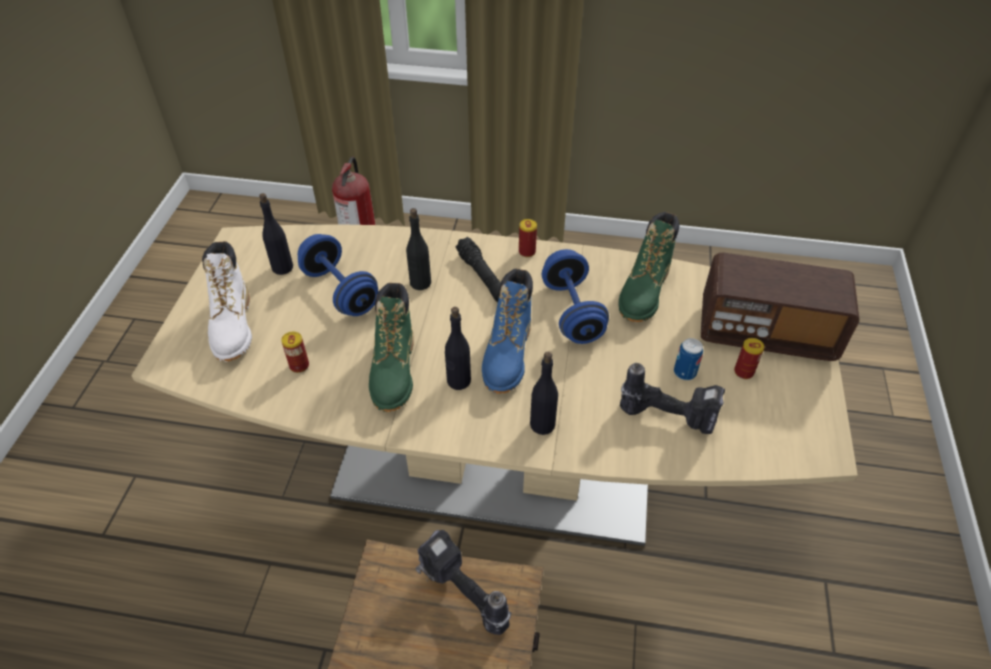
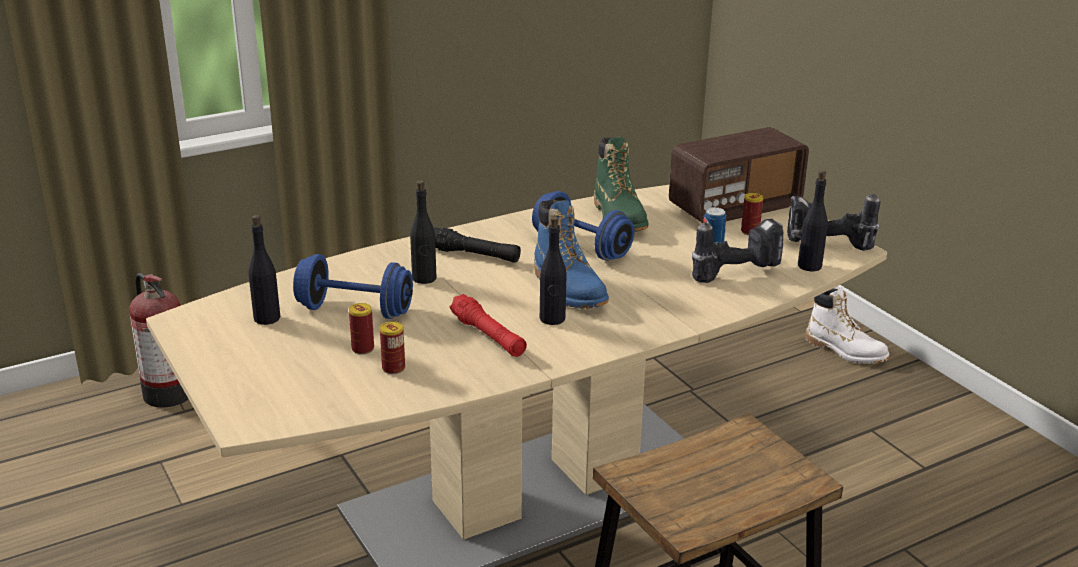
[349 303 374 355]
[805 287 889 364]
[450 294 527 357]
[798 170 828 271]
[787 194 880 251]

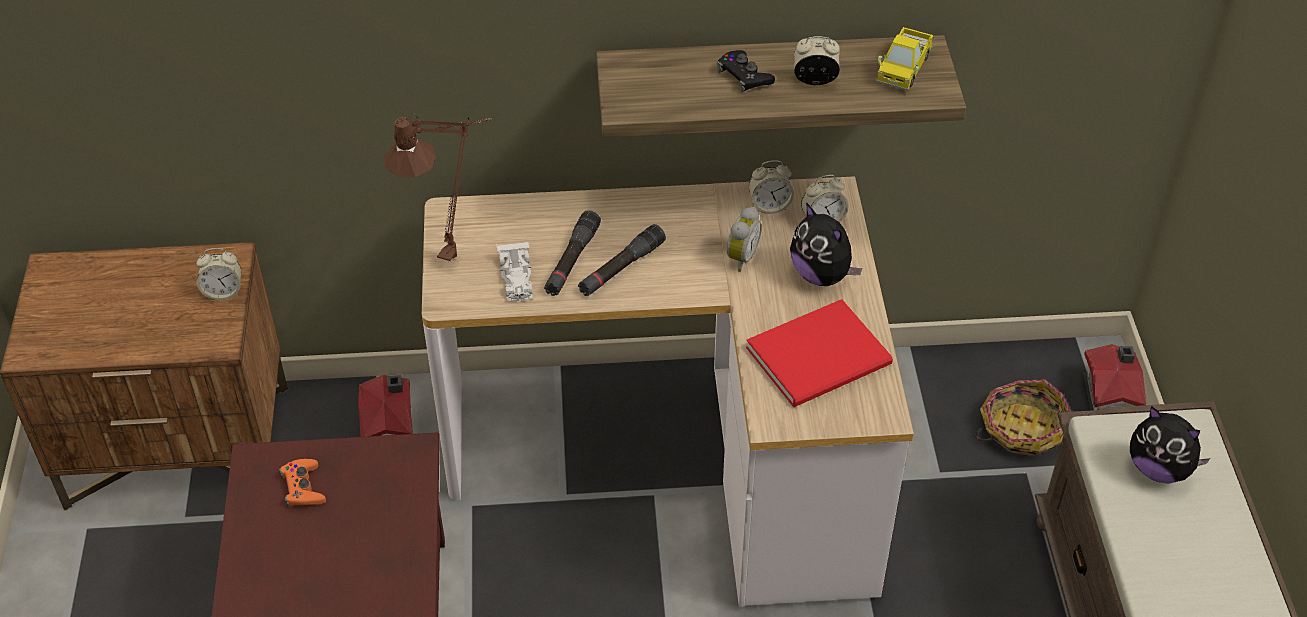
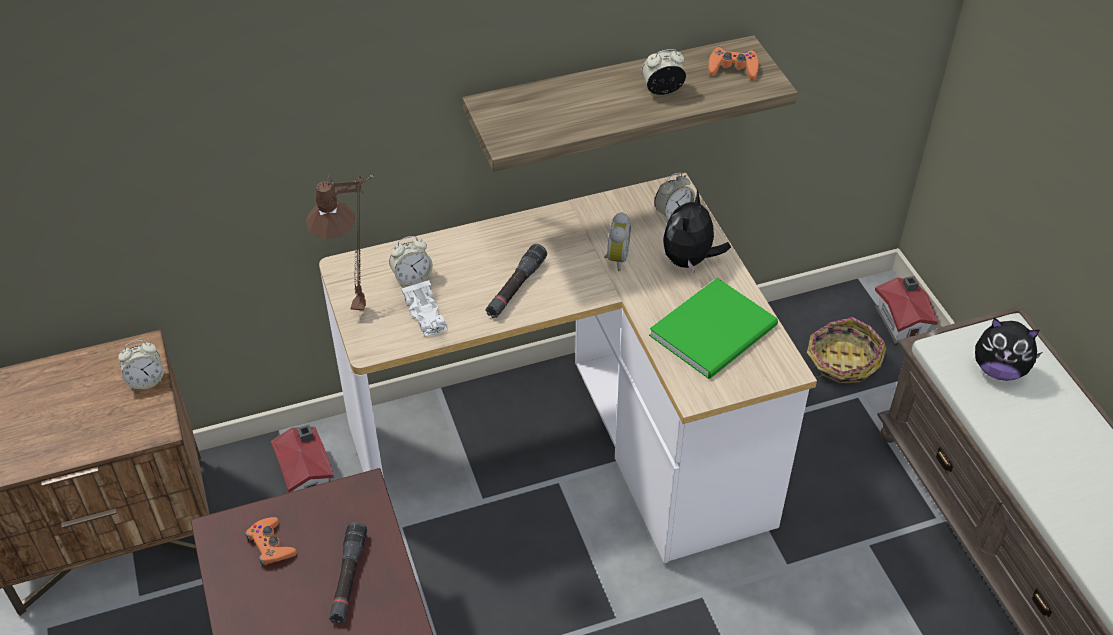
[708 47 759 81]
[717 50 775 93] (first image)
[389 236 433 287]
[663 189 731 272]
[329 522 367 624]
[649 278 778 379]

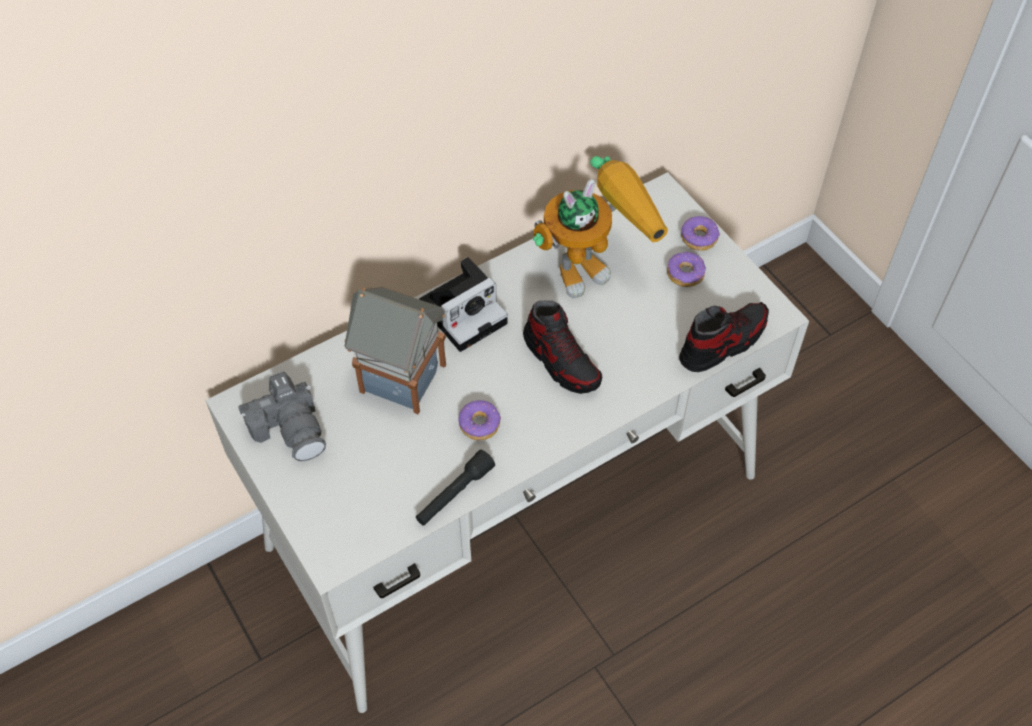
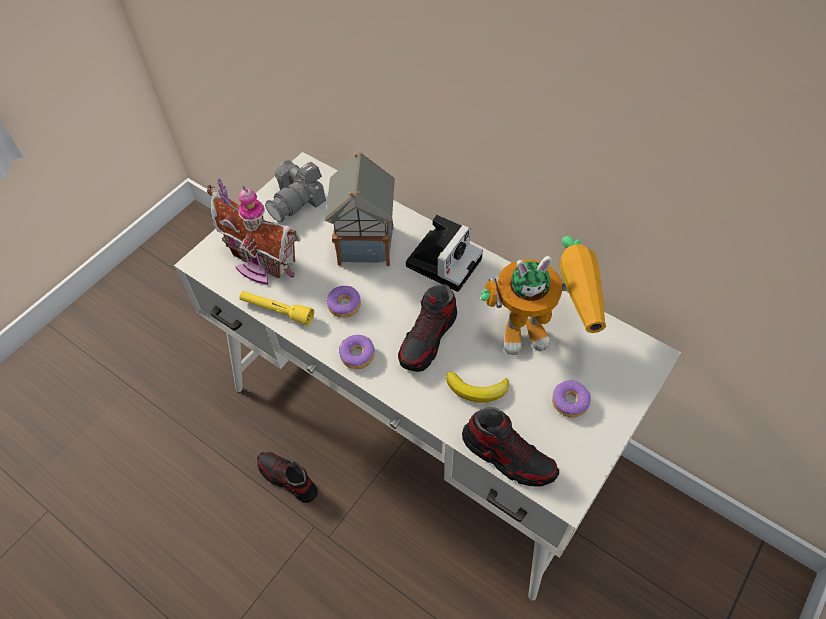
[481 236 606 355]
[339 335 375 369]
[406 215 483 292]
[239 291 314 326]
[207 178 301 285]
[446 371 509 403]
[257 452 318 503]

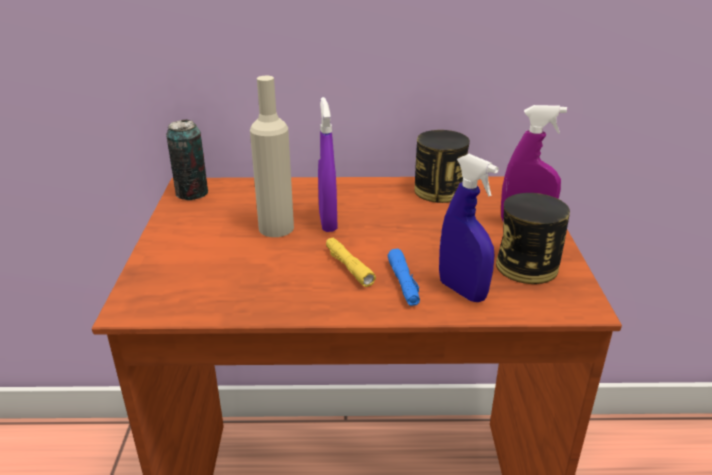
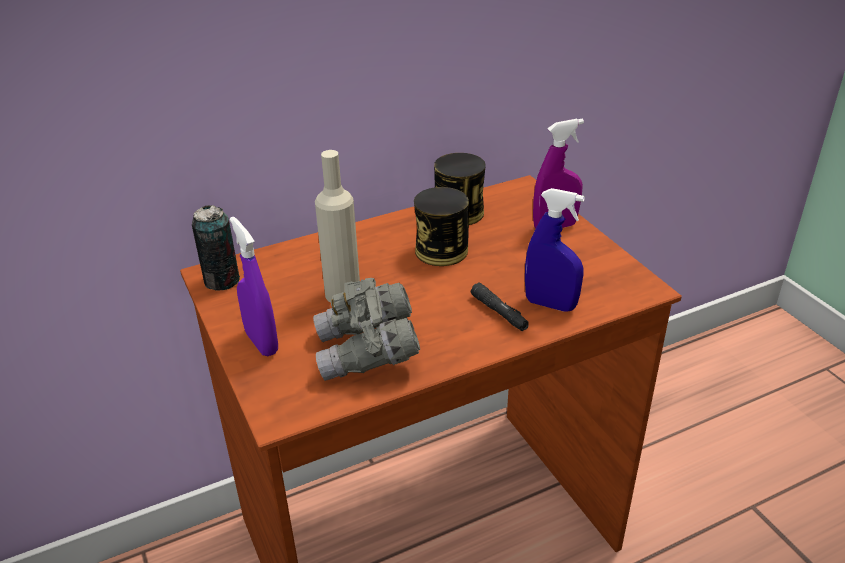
[230 217 278 356]
[414 187 469 266]
[326 238 376 287] (first image)
[471 283 529 331]
[313 278 420 381]

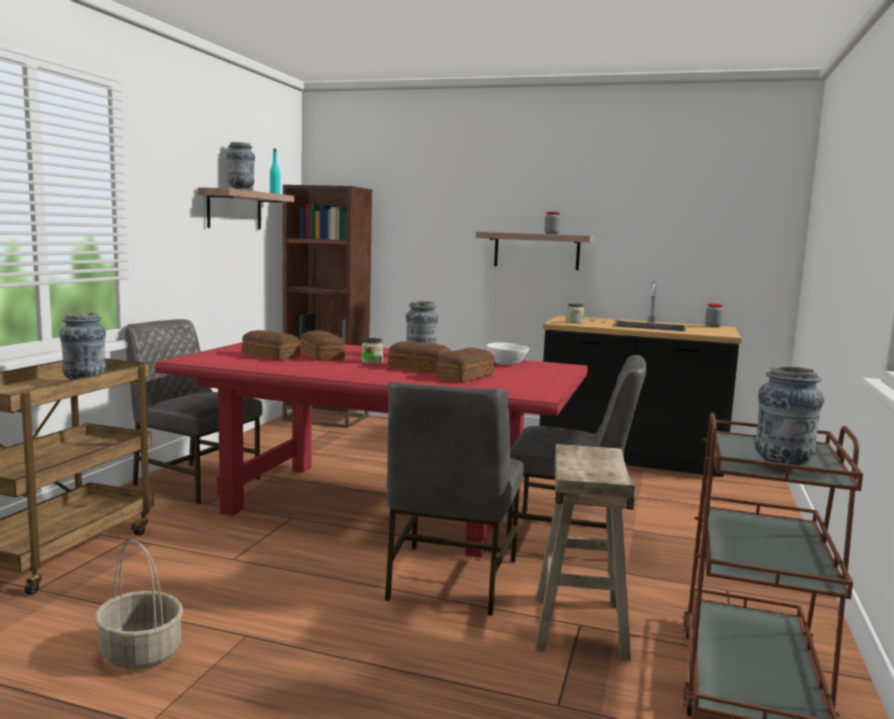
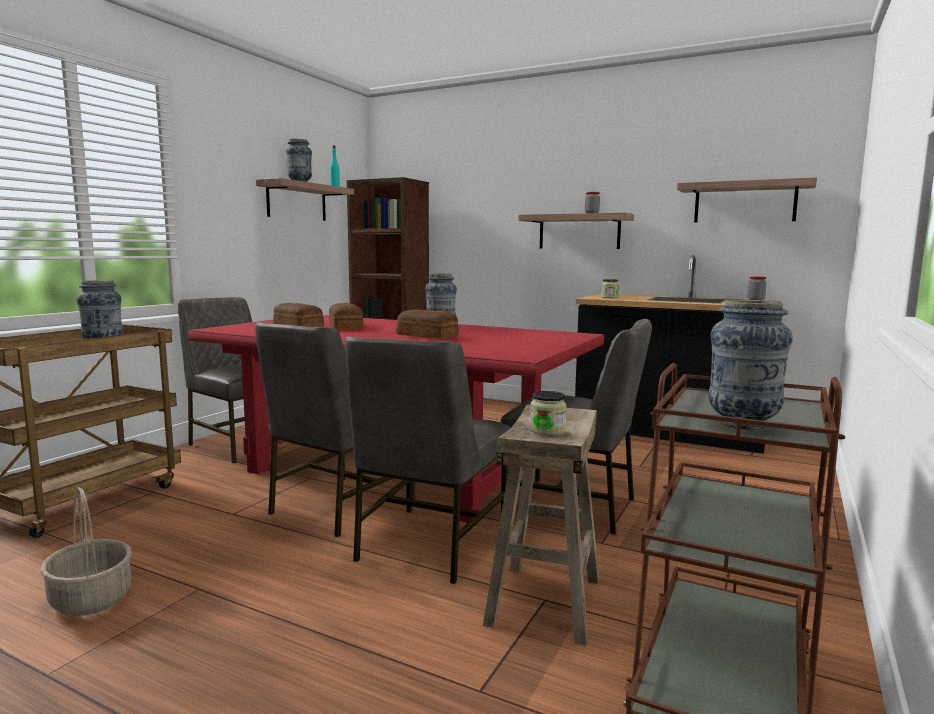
[530 391 567 436]
[487 342 529 365] (first image)
[435 348 495 382] (first image)
[677 177 817 222]
[255 322 416 537]

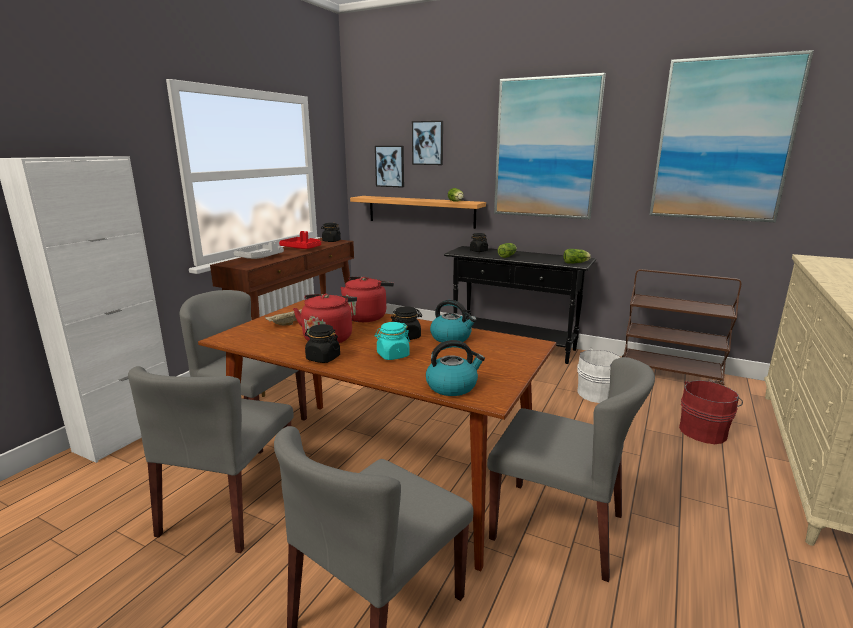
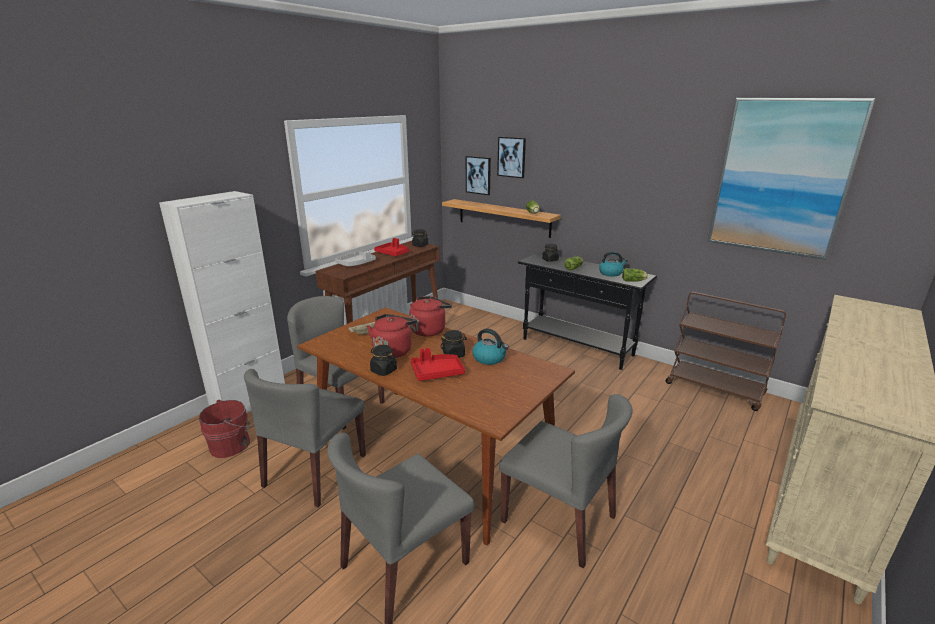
[494 73 606 219] (first image)
[411 348 465 381]
[599 251 628 276]
[577 348 621 403] (first image)
[199 400 251 458]

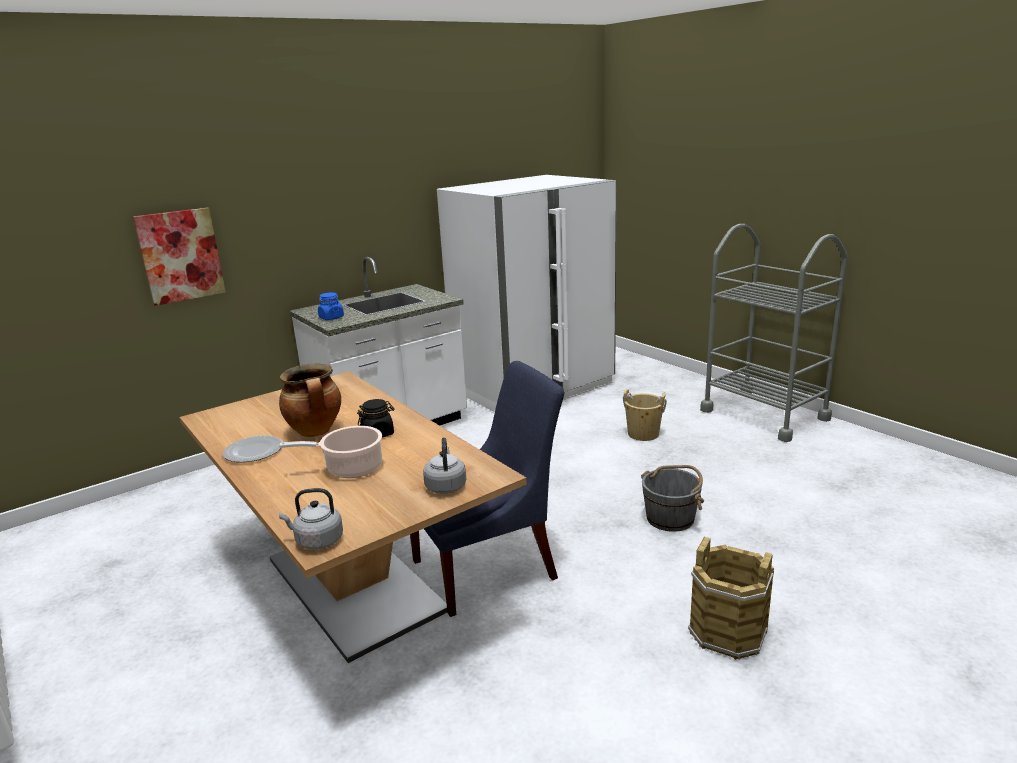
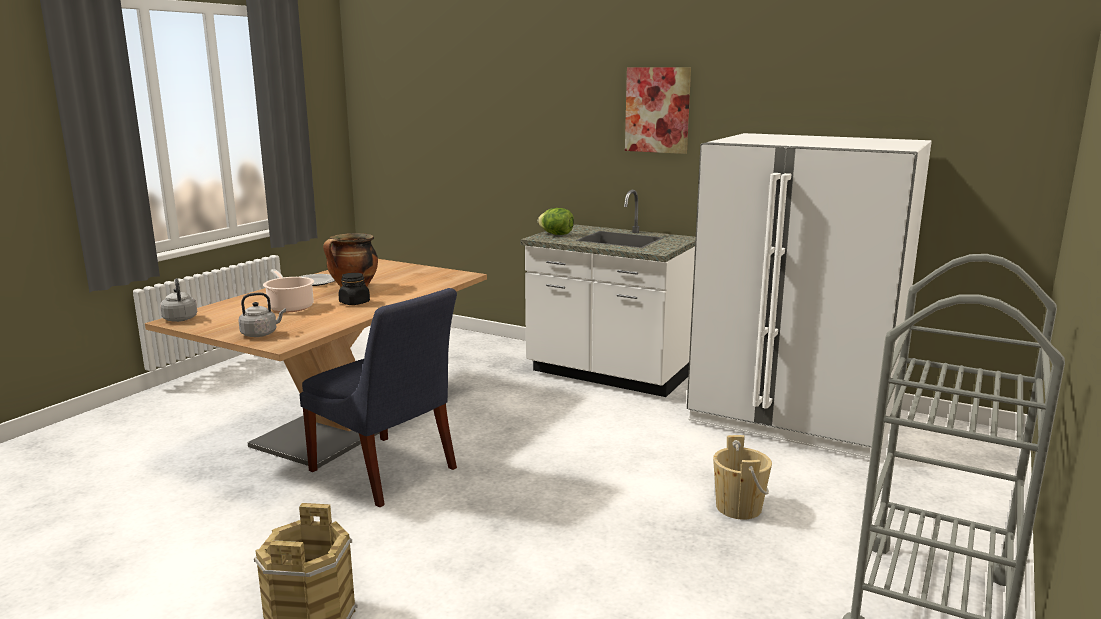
[625 68 691 154]
[538 208 574 235]
[641 465 704 532] (first image)

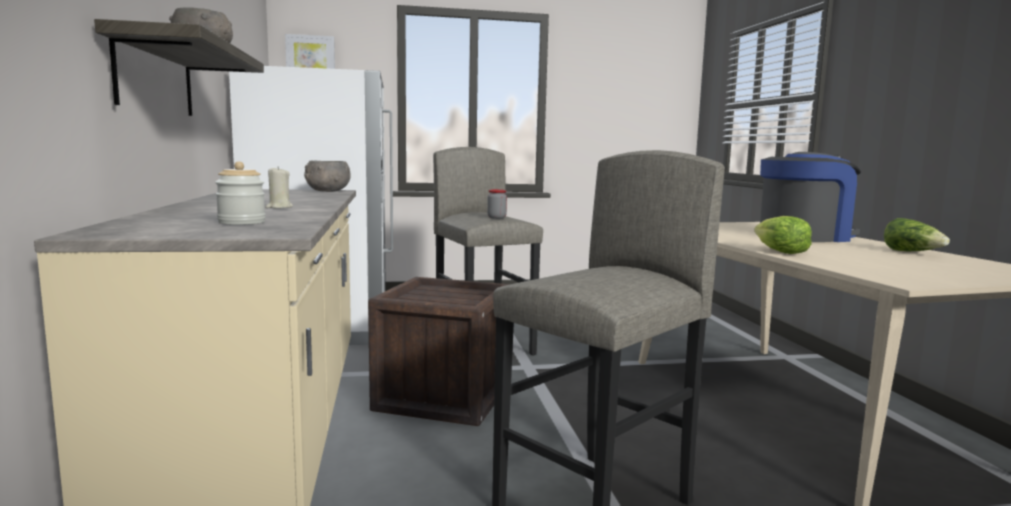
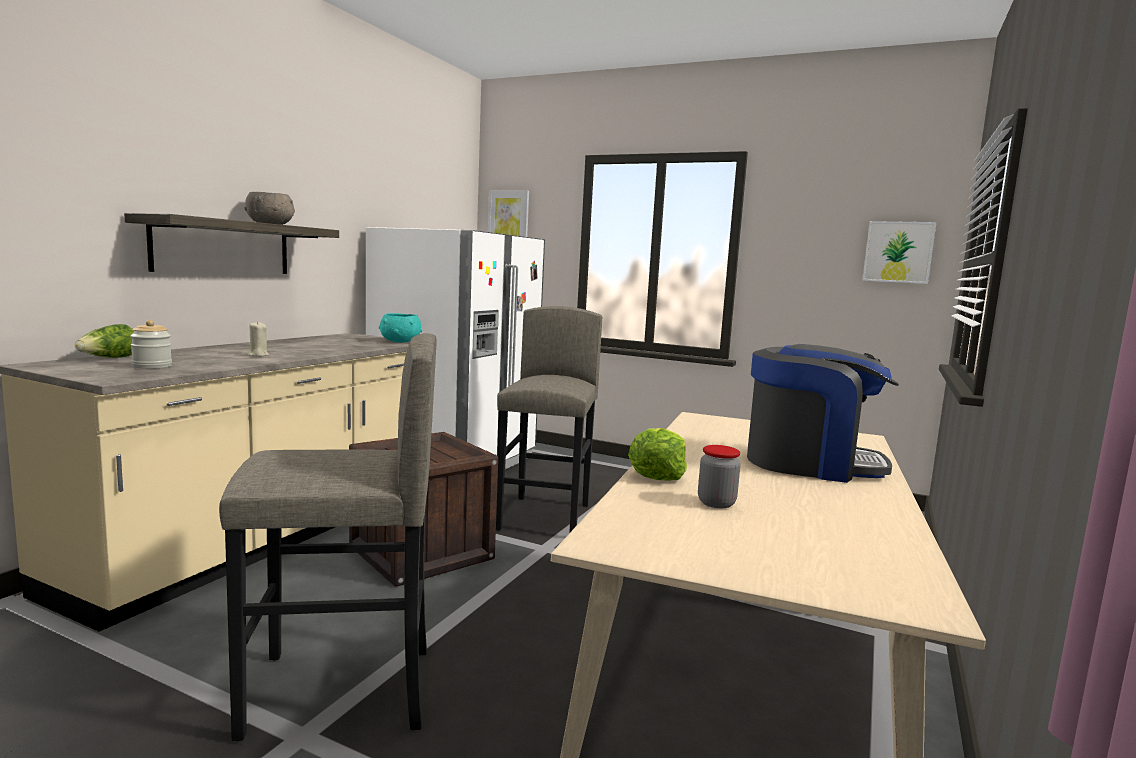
[379 313 422 343]
[698 445 741 508]
[75 324 134 358]
[862 221 936 284]

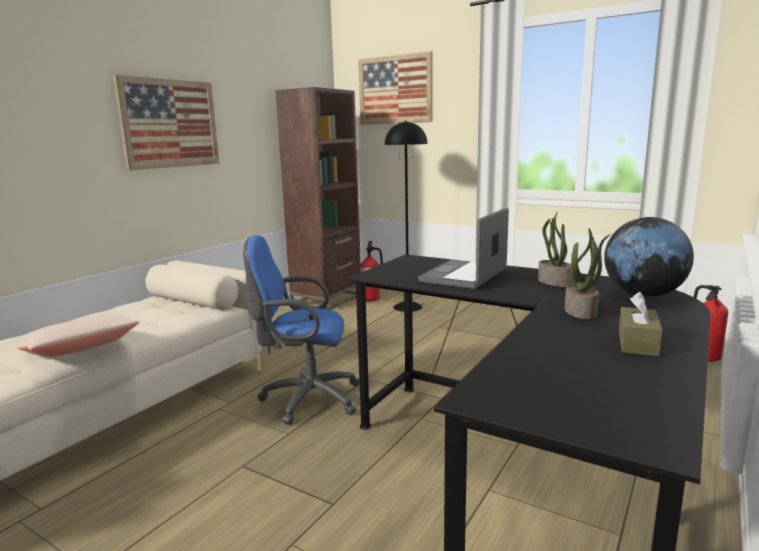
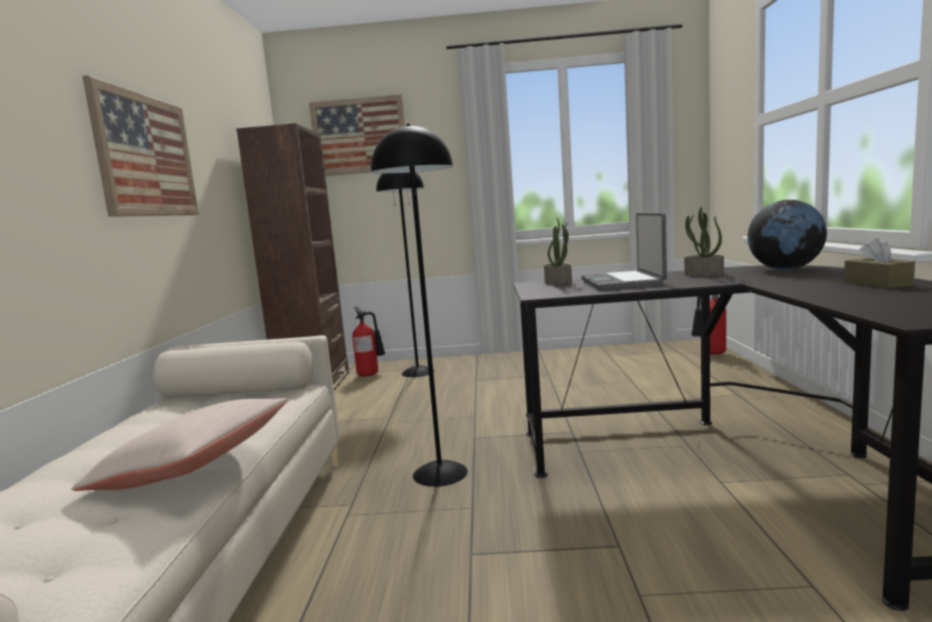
[544 218 572 284]
[371 124 468 487]

